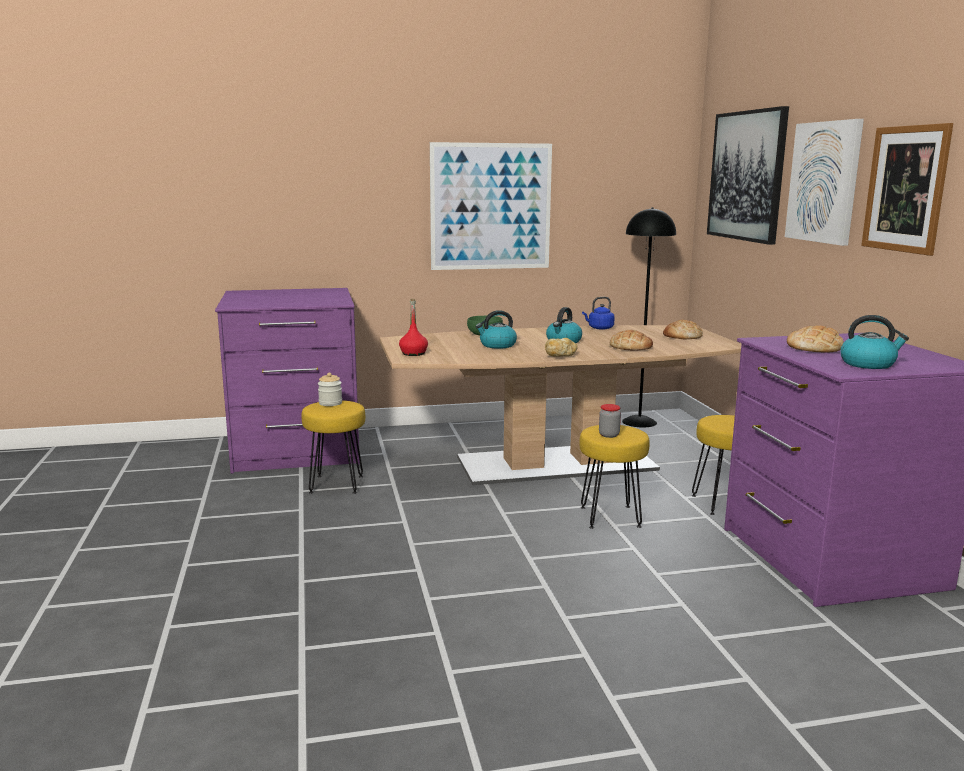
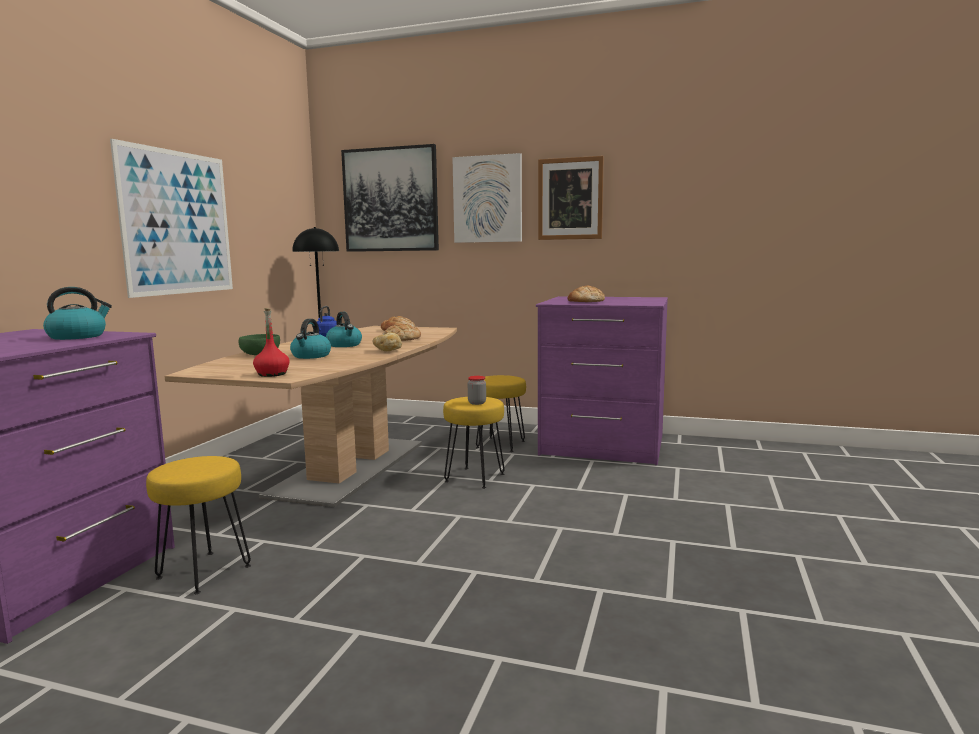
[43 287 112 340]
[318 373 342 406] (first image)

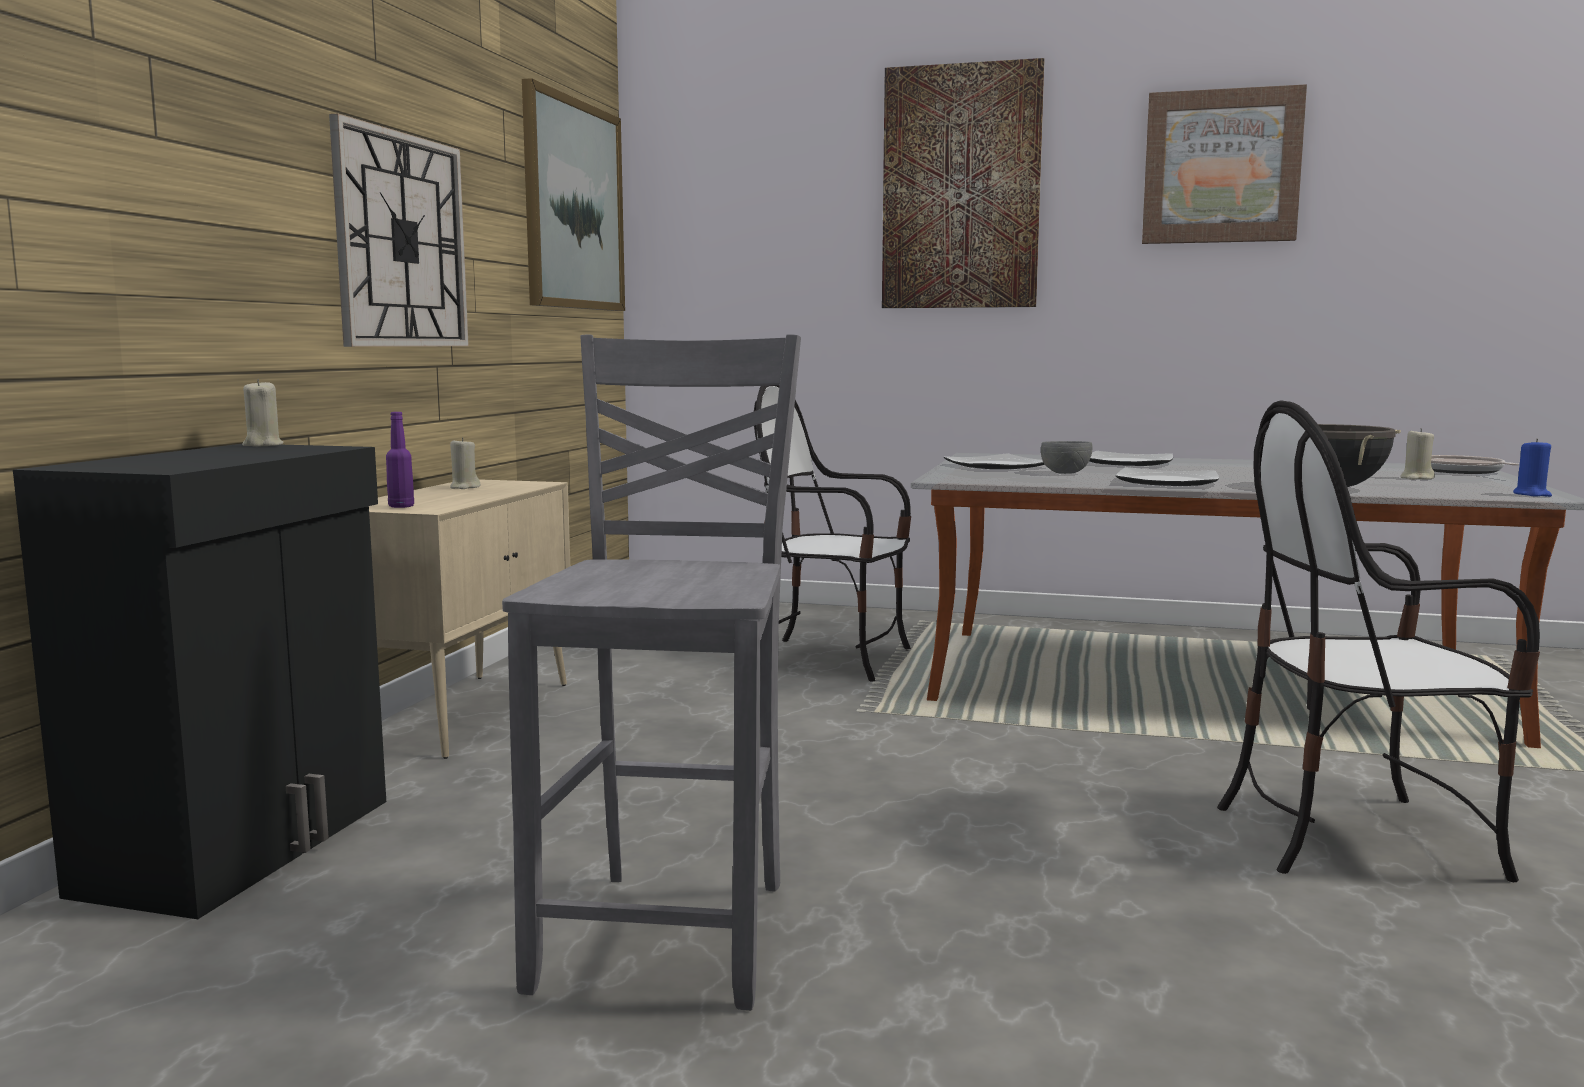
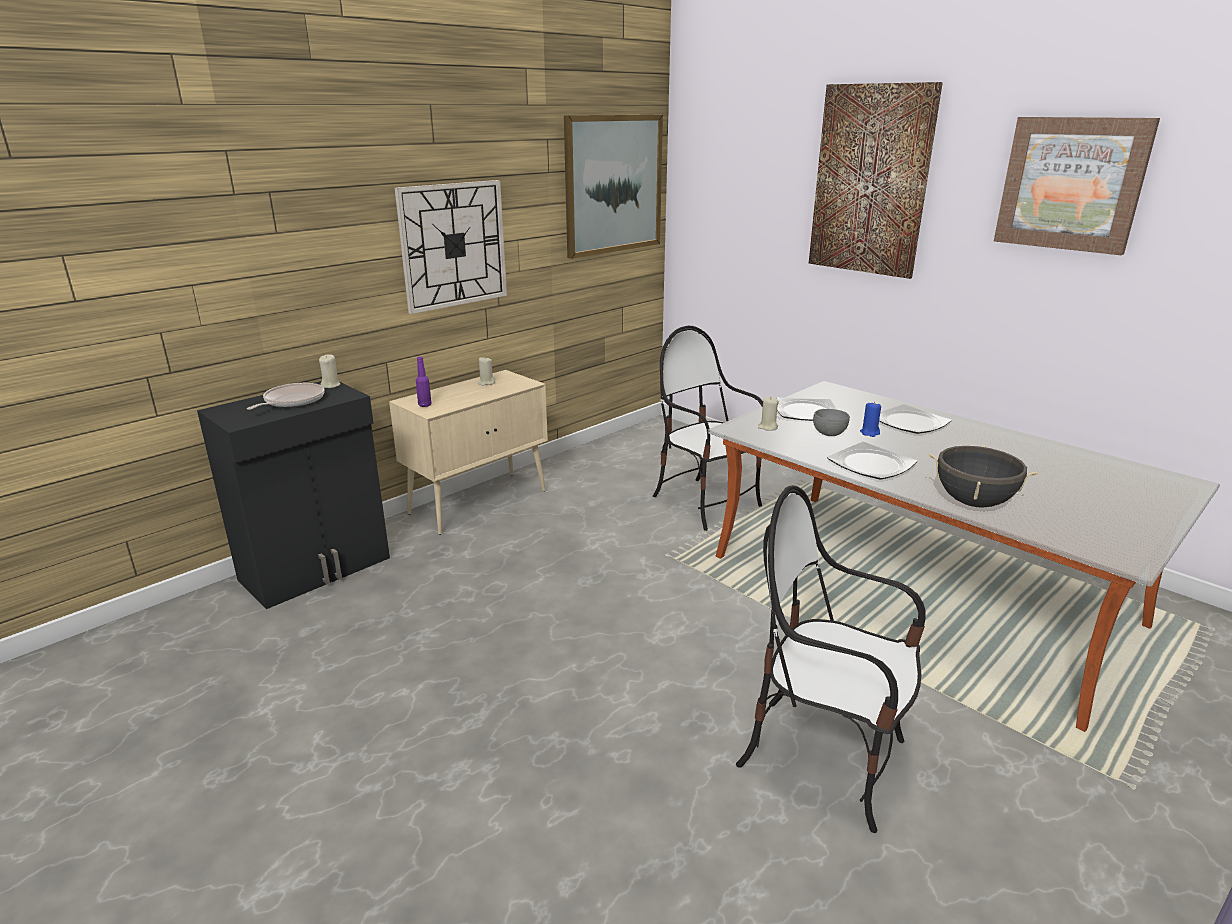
[502 334 801 1011] (first image)
[758 396 779 431]
[860 402 881 437]
[247 383 325 410]

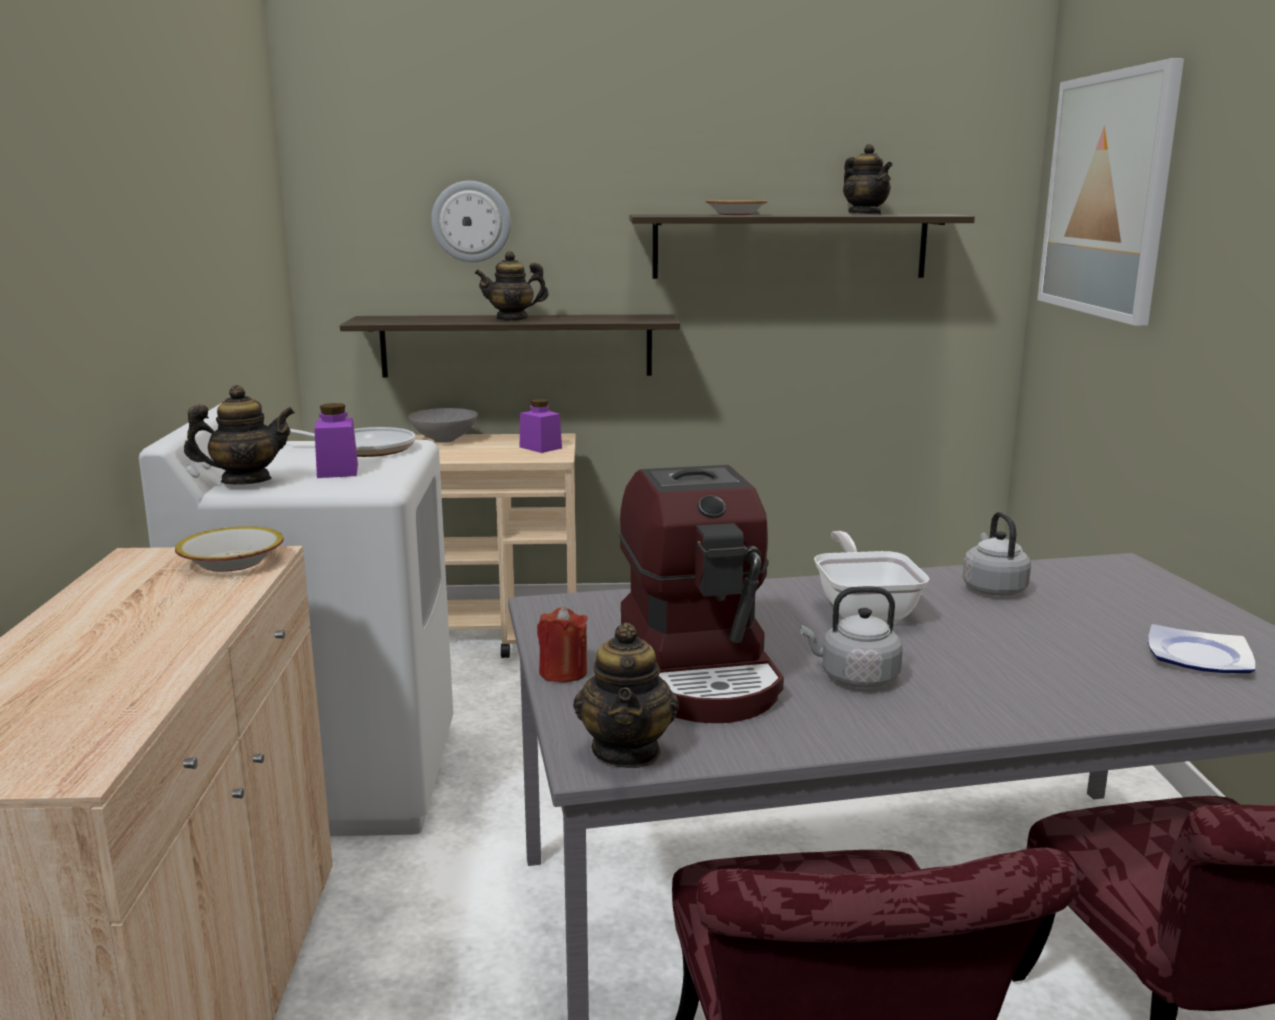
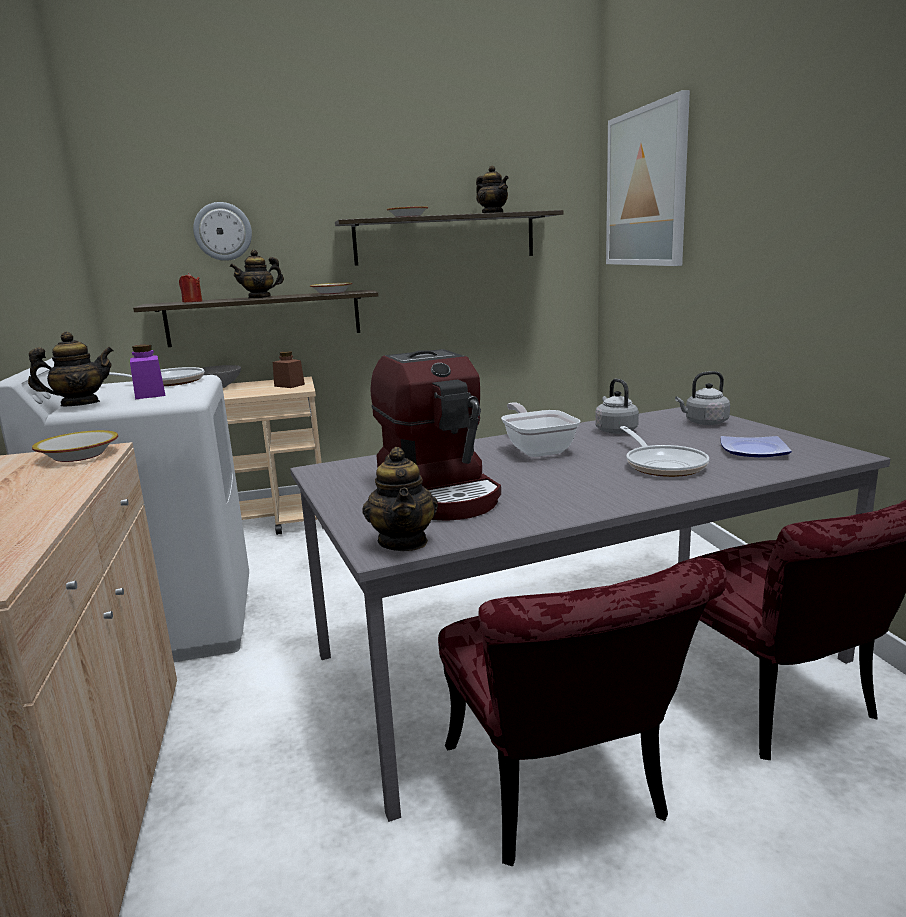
[273 351 305 388]
[675 371 730 425]
[179 273 202 302]
[310 283 352 294]
[620 426 709 477]

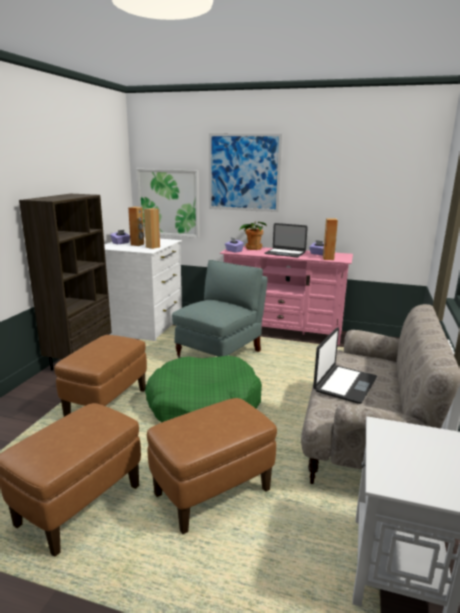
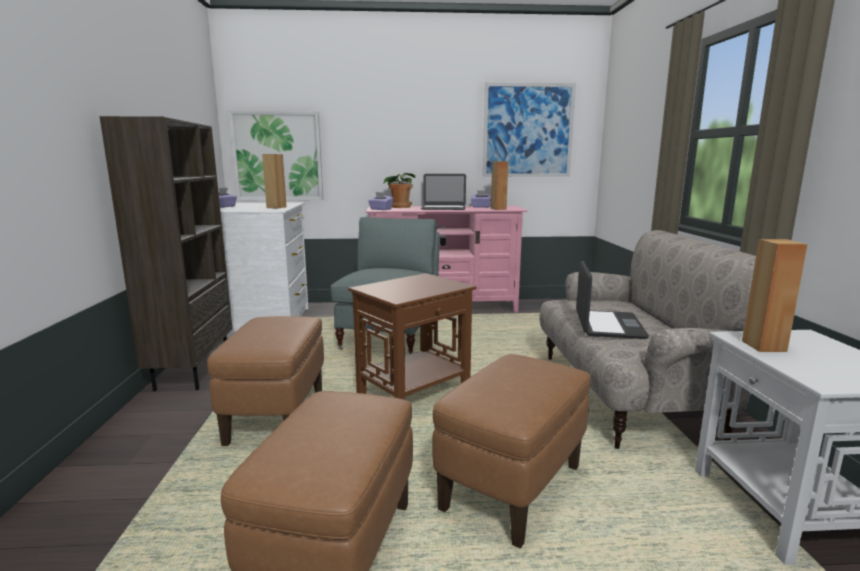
[483 82 576 177]
[742 239 808 352]
[348 273 477 400]

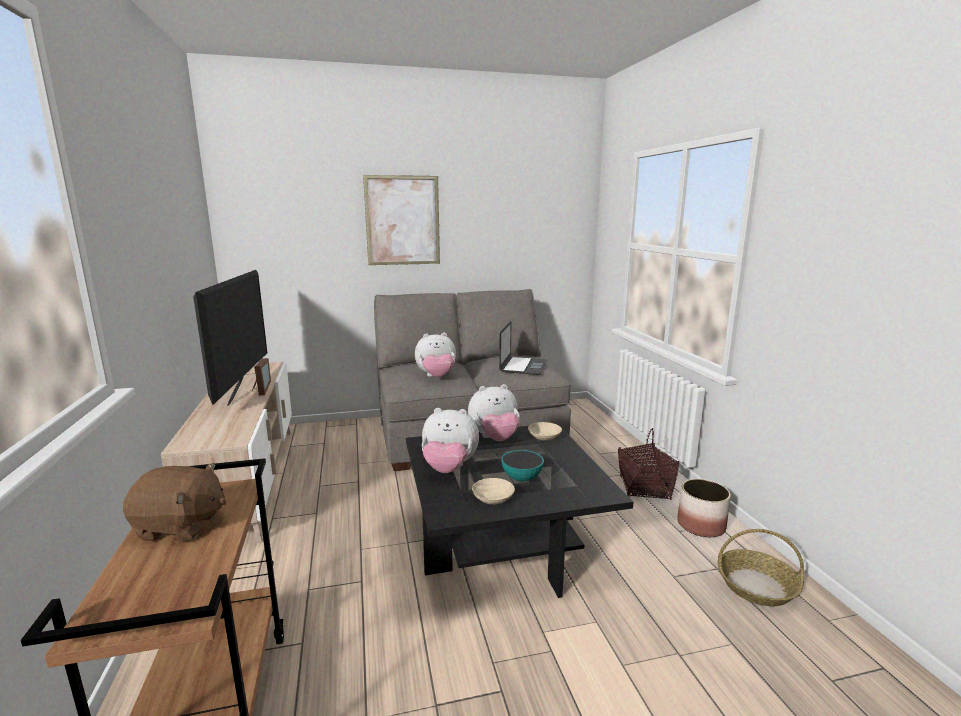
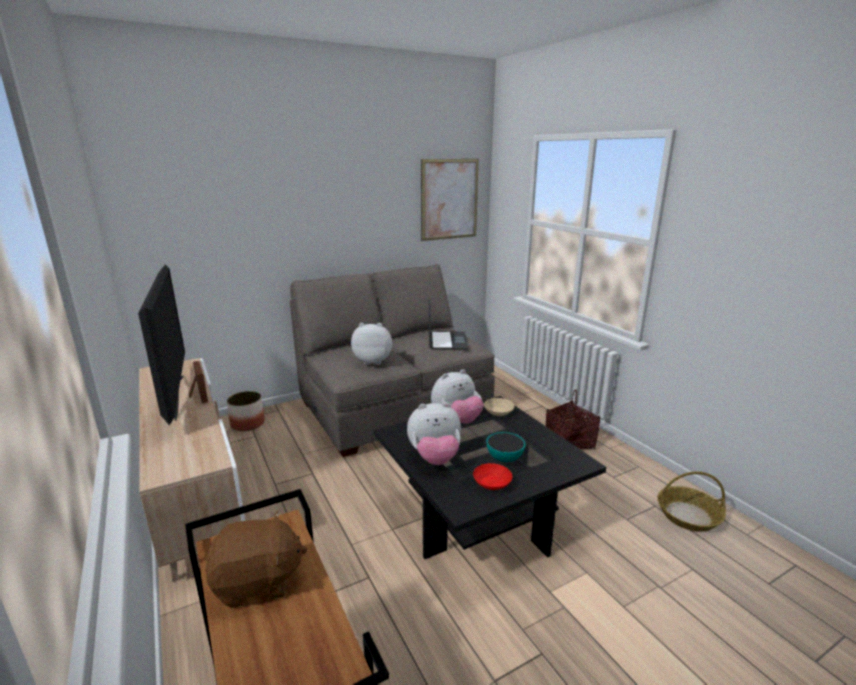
[421 159 479 241]
[351 323 392 365]
[473 463 513 490]
[227 391 265 431]

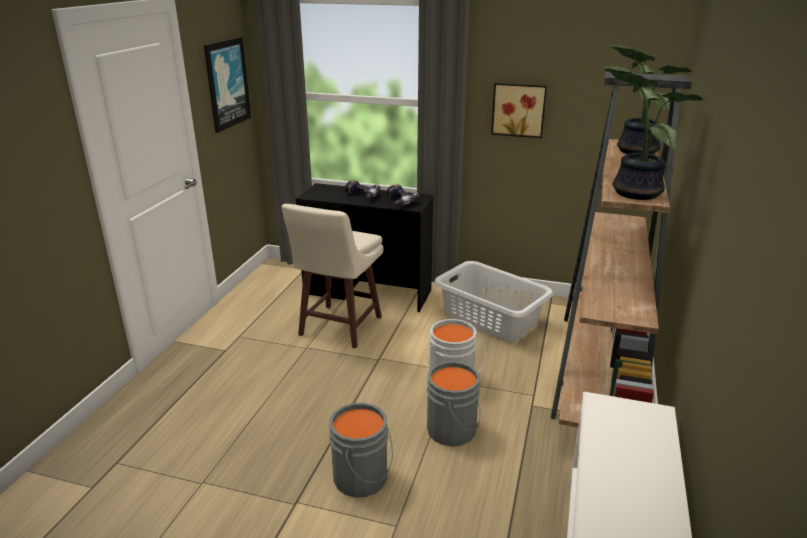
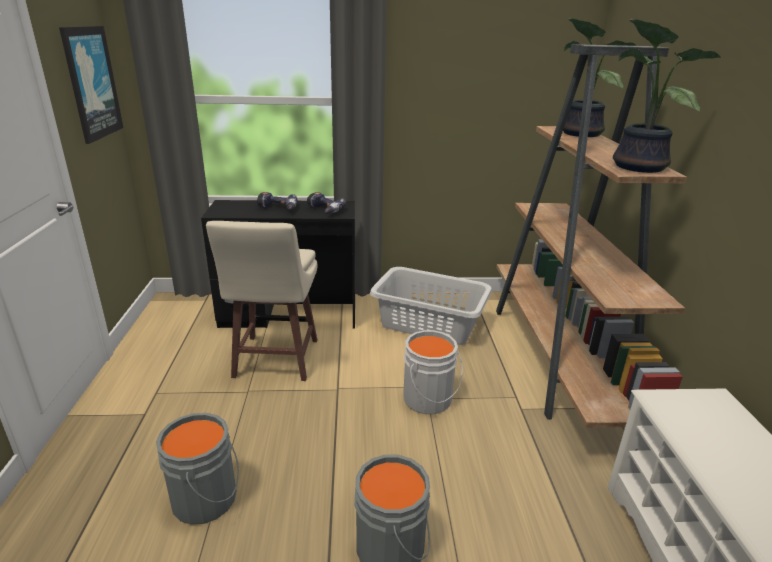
[491 83 547 138] (first image)
[156 413 239 525]

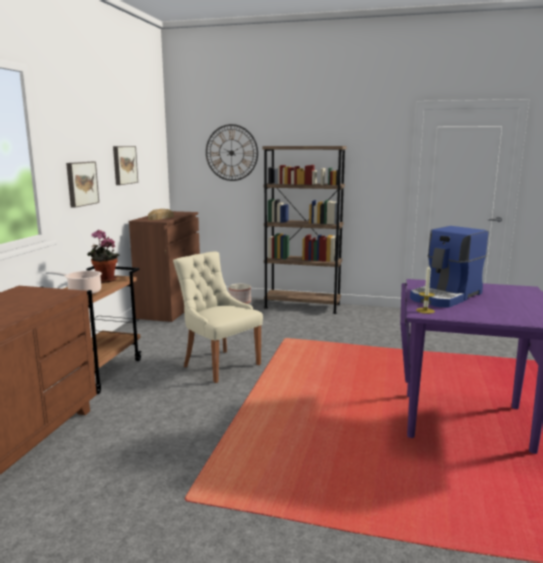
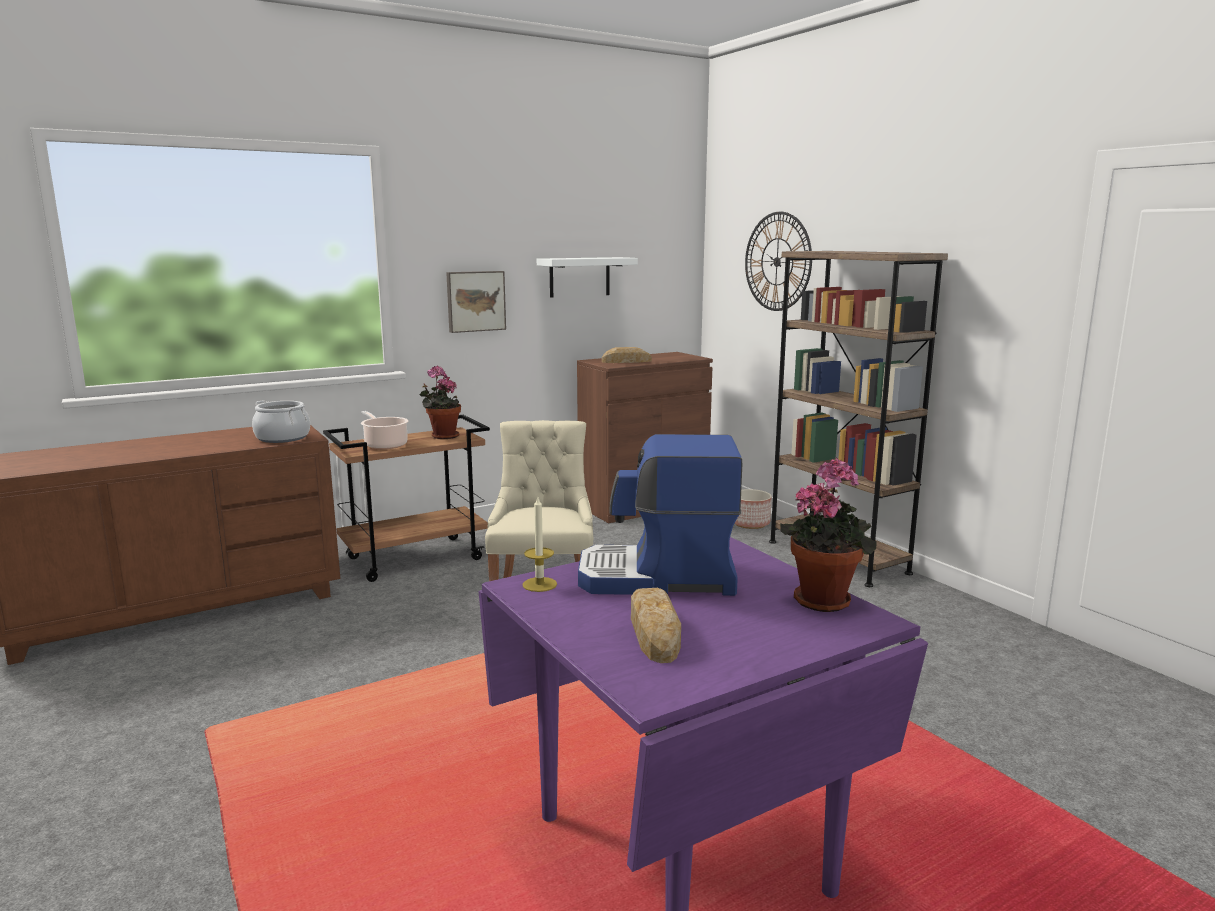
[537 257 638 298]
[252 401 310 443]
[780 458 877 612]
[631 588 681 663]

